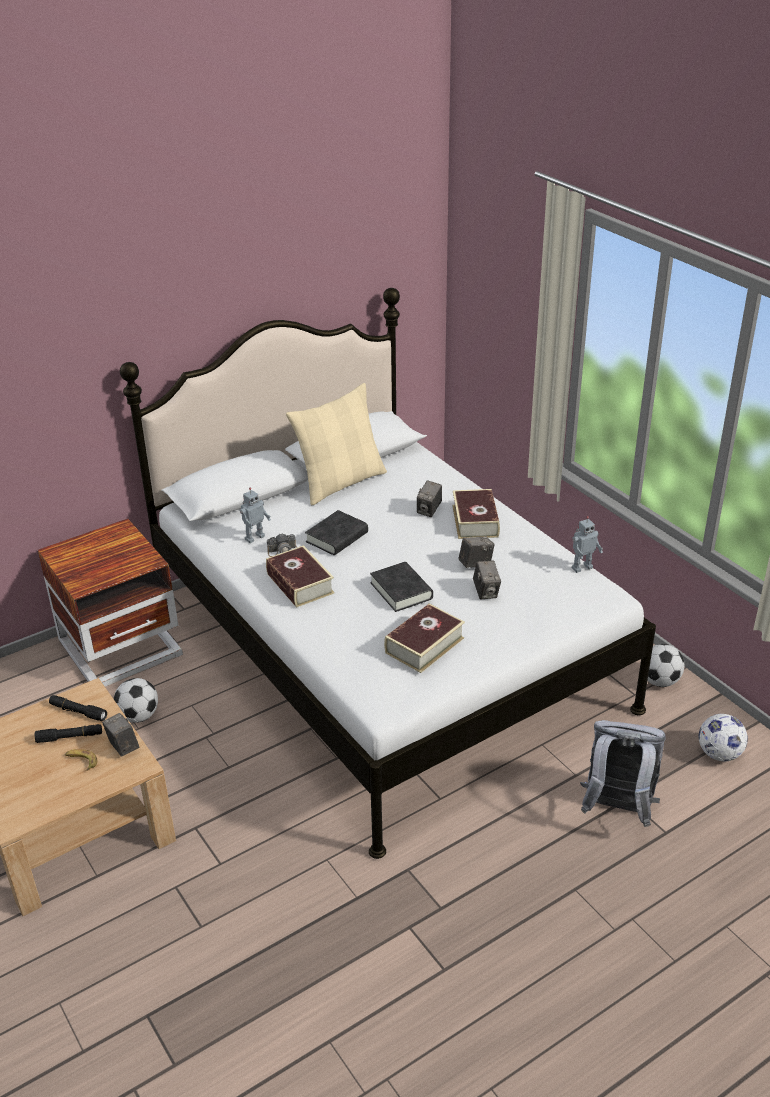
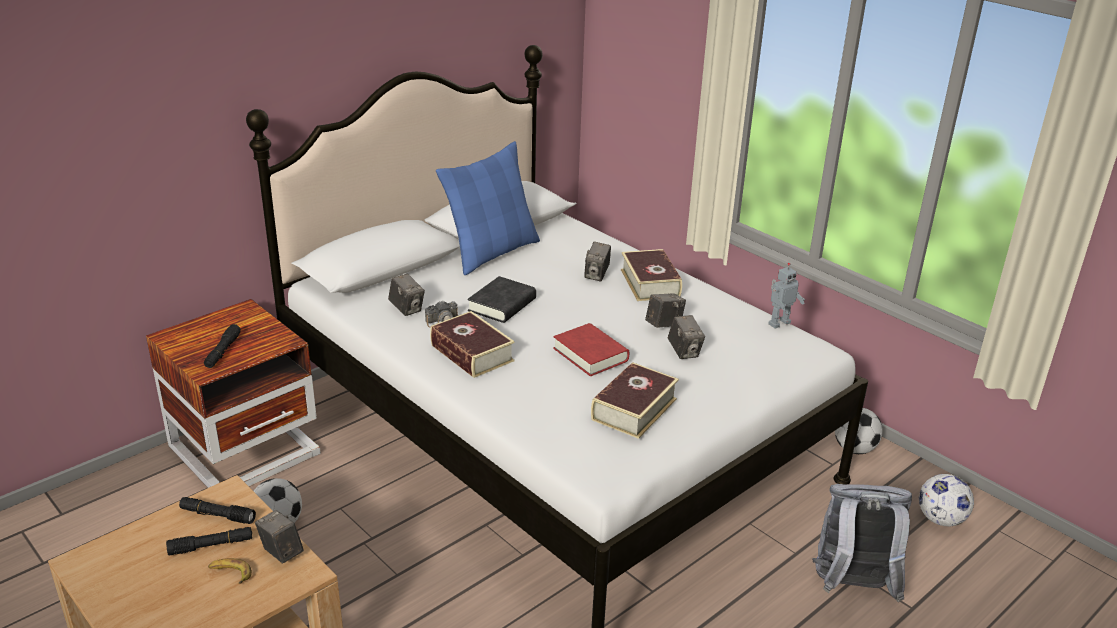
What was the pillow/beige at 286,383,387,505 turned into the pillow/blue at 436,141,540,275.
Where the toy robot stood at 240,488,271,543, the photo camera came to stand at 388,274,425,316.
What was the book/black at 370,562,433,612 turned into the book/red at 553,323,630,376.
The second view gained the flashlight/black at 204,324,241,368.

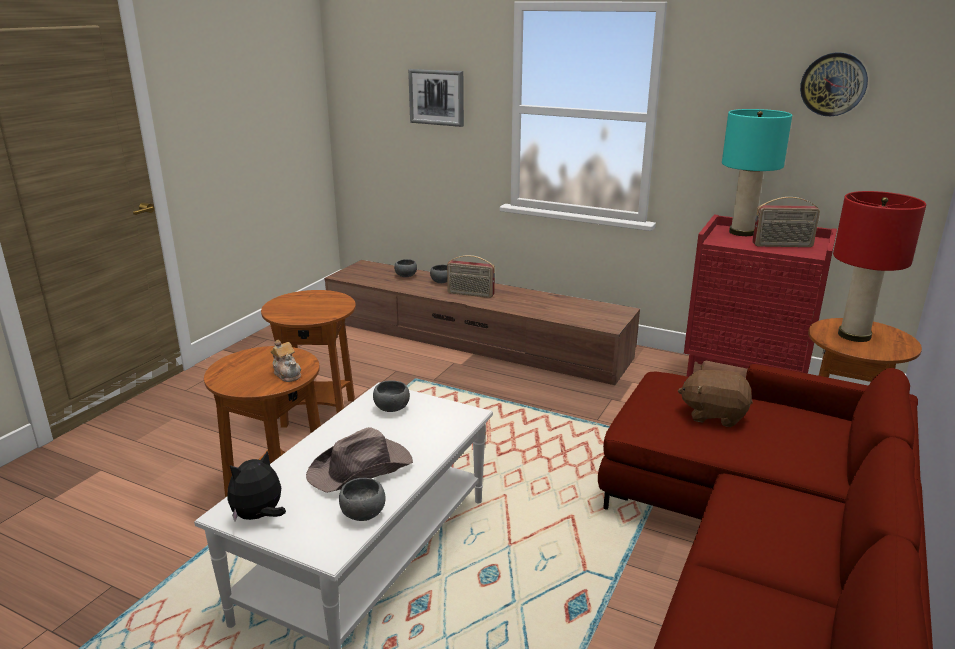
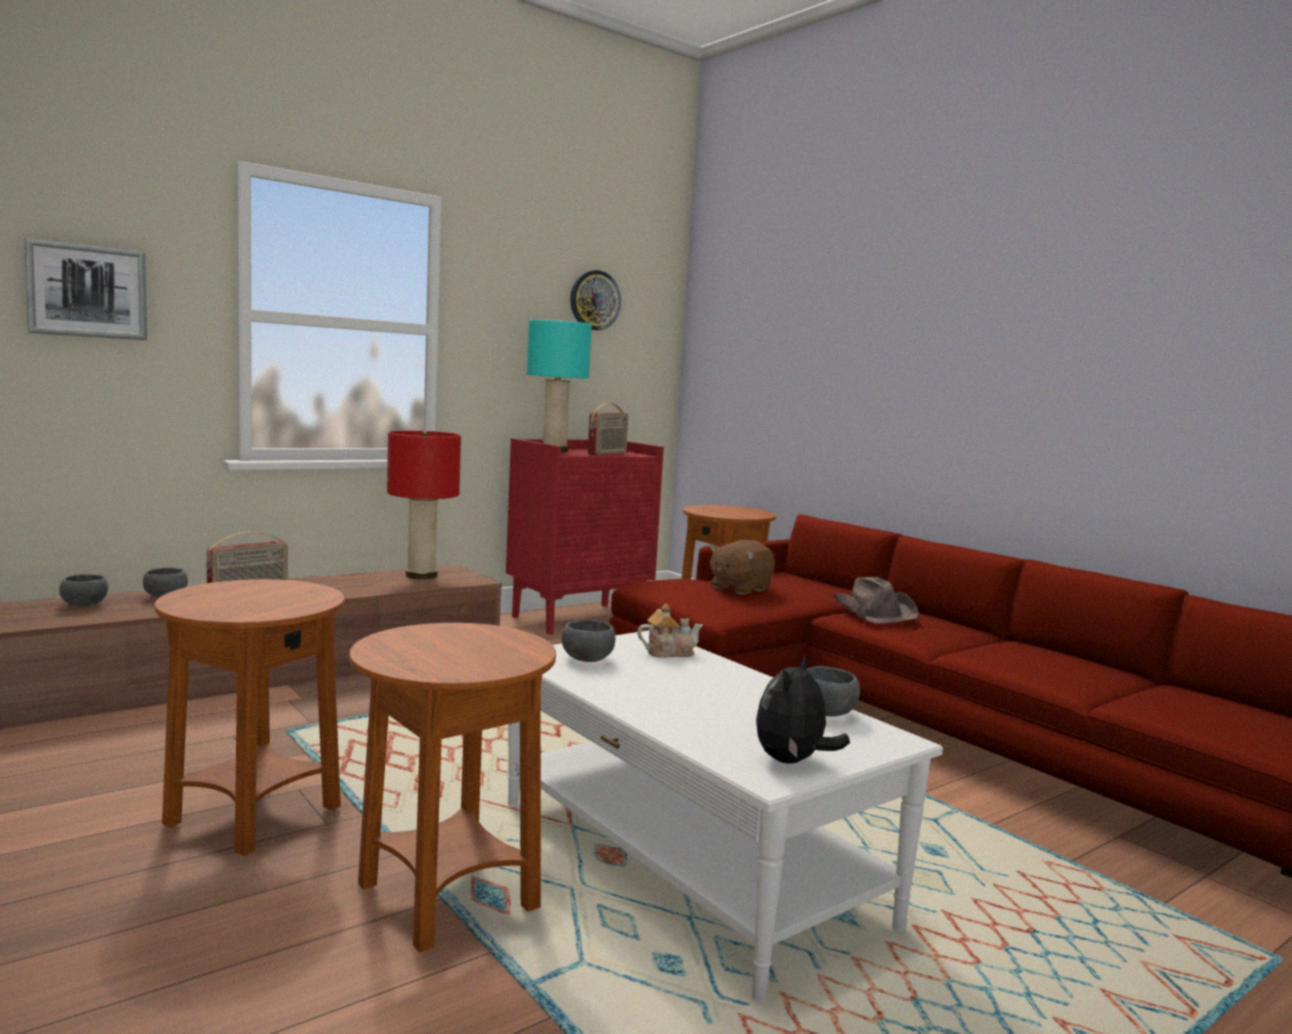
The table lamp/red ended up elsewhere, having gone from 833,191,926,342 to 387,430,461,579.
The teapot ended up elsewhere, having gone from 270,339,301,382 to 637,604,703,658.
The hat/brown ended up elsewhere, having gone from 306,427,413,493 to 834,577,919,623.
The plush toy at 227,450,286,522 ended up facing another way, 45 degrees clockwise from before.

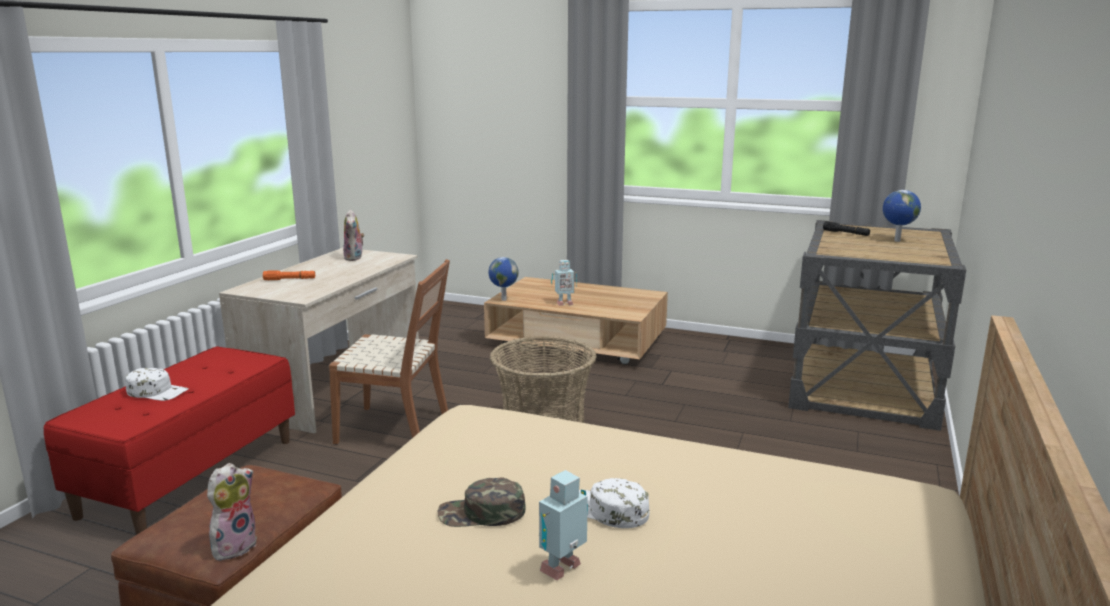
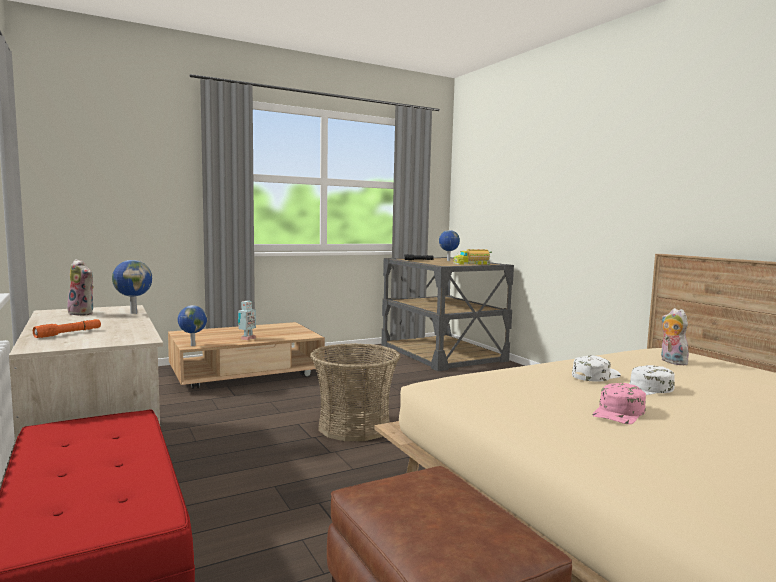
The second view lost the chair at 329,259,450,445.
The cap/white ended up elsewhere, having gone from 125,368,189,401 to 572,355,621,382.
The plush toy ended up elsewhere, having gone from 207,463,257,563 to 661,308,689,366.
The second view lost the toy robot at 539,470,588,580.
What was the cap/green at 438,477,526,527 turned into the cap/pink at 592,383,646,424.
The second view gained the toy truck at 453,249,492,265.
The second view gained the globe at 112,260,152,314.

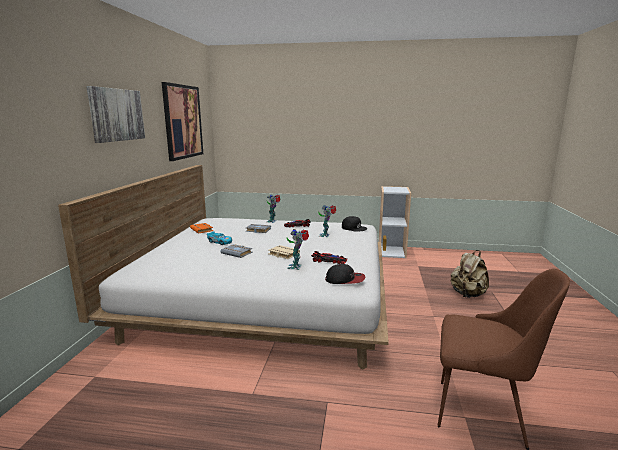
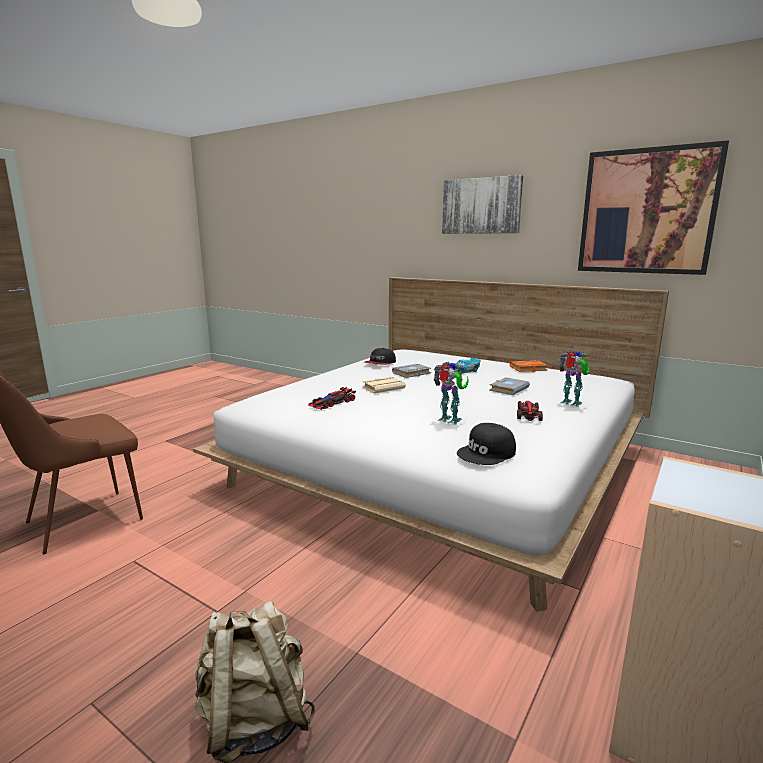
The second view lost the toy robot at 287,229,309,270.
The cap ended up elsewhere, having gone from 325,264,365,284 to 364,348,396,365.

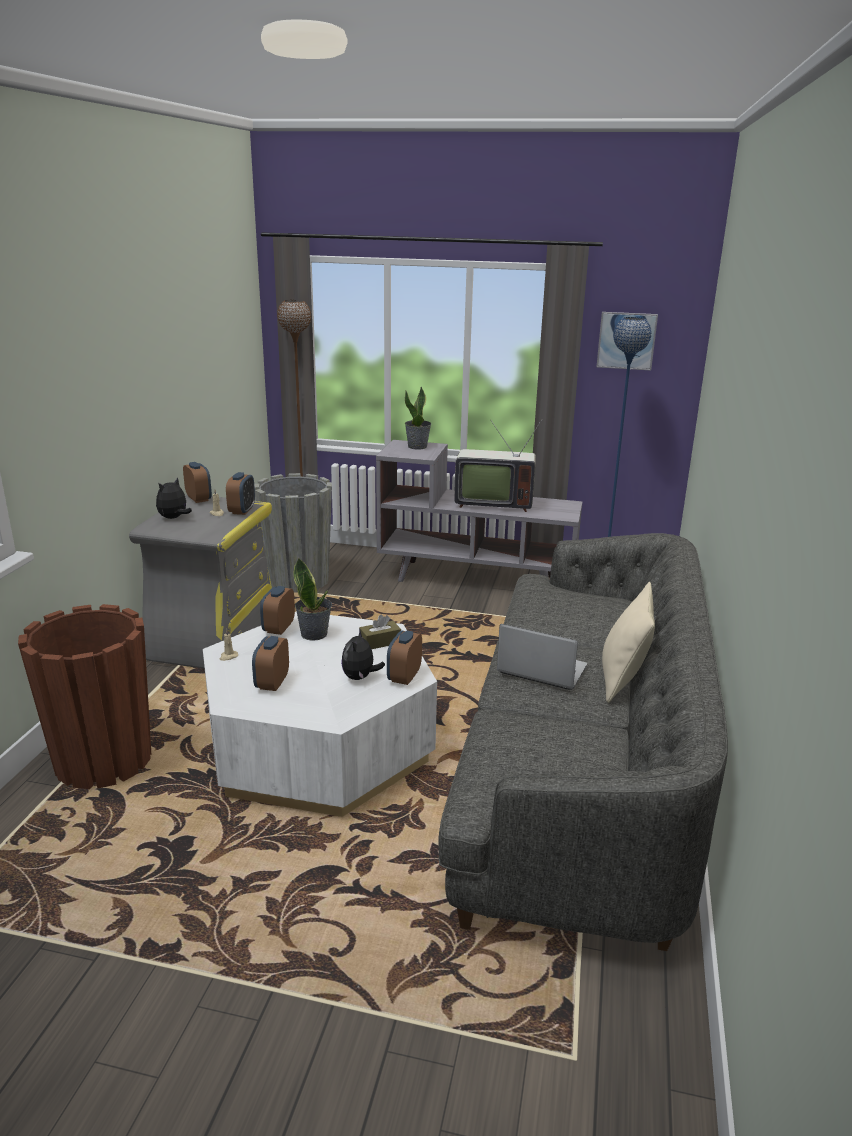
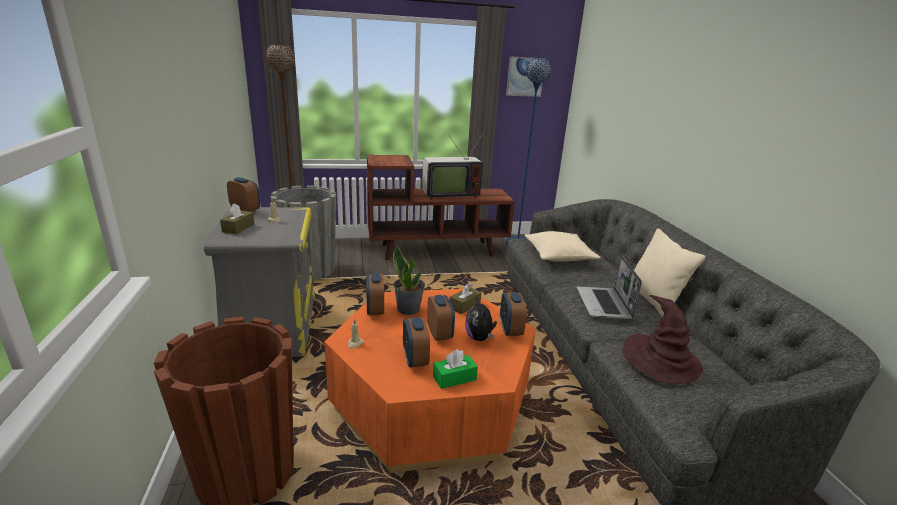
The second view lost the potted plant at 405,386,431,450.
What was the tv stand/grey at 376,440,583,582 turned into the tv stand/brown at 367,155,515,260.
The alarm clock ended up elsewhere, having gone from 226,472,255,515 to 427,295,455,341.
Where the plush toy stood at 156,477,192,519, the tissue box/brown came to stand at 220,203,254,234.
What was the coffee table/white at 203,611,437,817 turned into the coffee table/orange at 324,289,536,473.
The laptop at 497,624,587,690 ended up facing another way, 90 degrees counterclockwise from before.
The second view gained the pillow/beige at 525,231,601,262.
The second view gained the hat/brown at 622,295,703,384.
The second view gained the tissue box/green at 433,349,478,389.

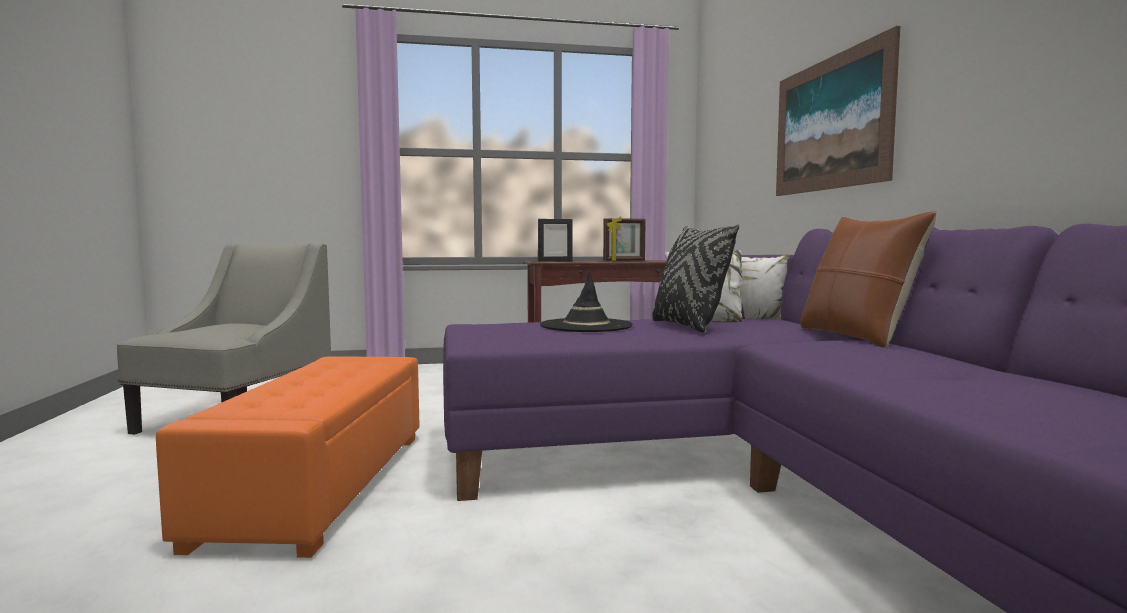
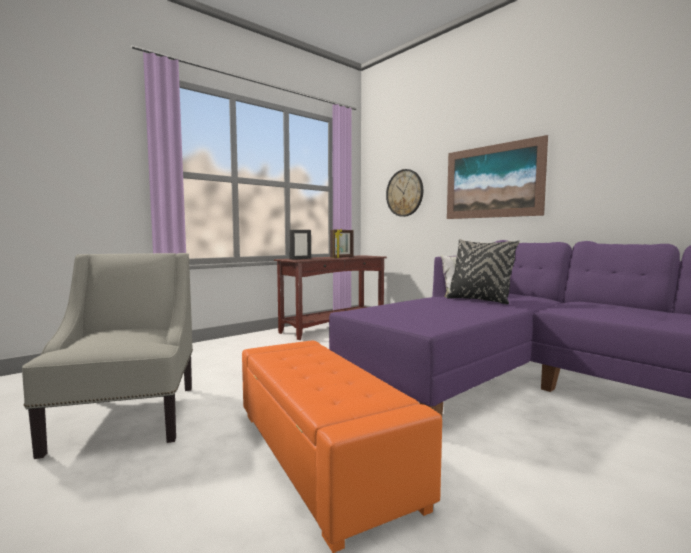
The second view lost the pillow/brown at 800,211,936,348.
The second view lost the hat/black at 540,270,633,332.
The second view gained the wall clock at 386,169,423,217.

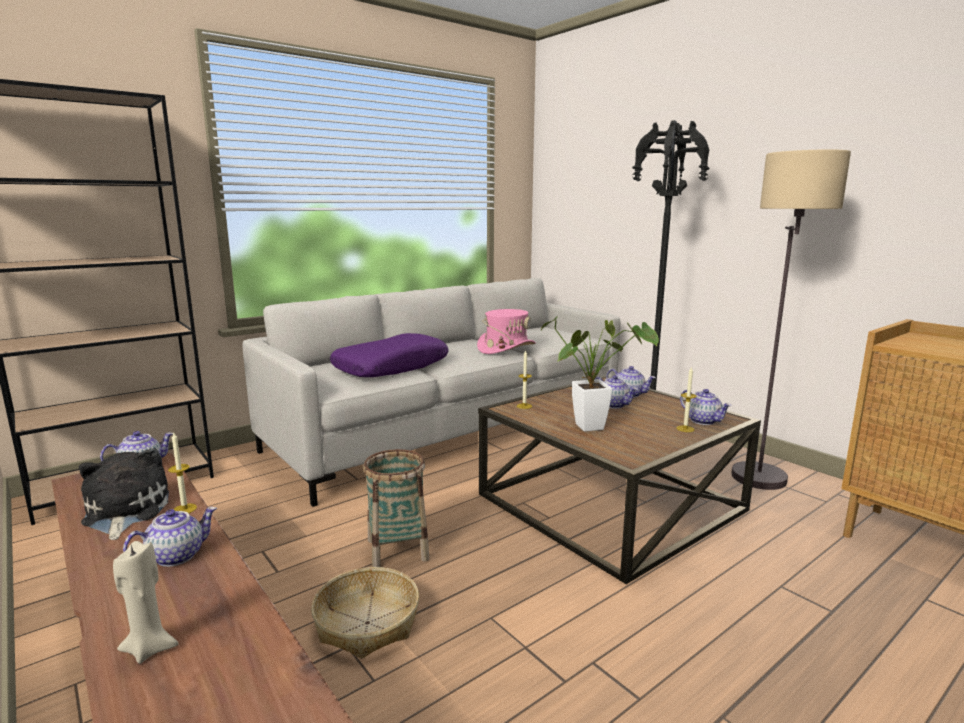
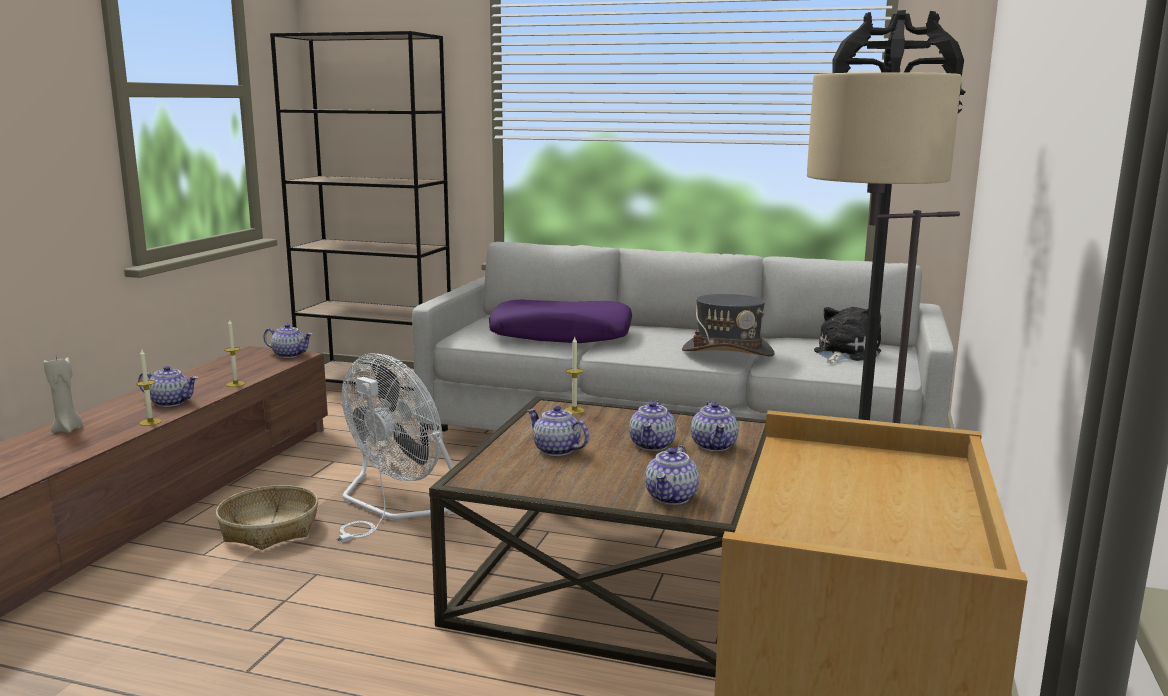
What was the hat/pink at 477,309,536,354 turned into the hat/grey at 682,294,775,357.
Where the potted plant stood at 540,316,659,432, the teapot came to stand at 527,406,589,456.
The candle ended up elsewhere, having gone from 677,366,697,432 to 136,350,162,426.
The plush toy ended up elsewhere, having gone from 78,448,169,540 to 814,307,881,364.
Where the basket stood at 363,449,429,567, the fan/white came to stand at 338,353,459,543.

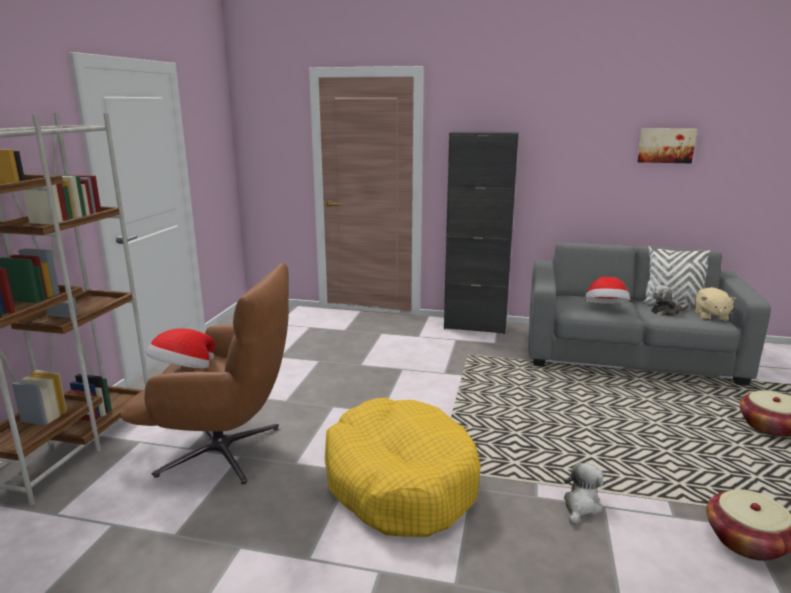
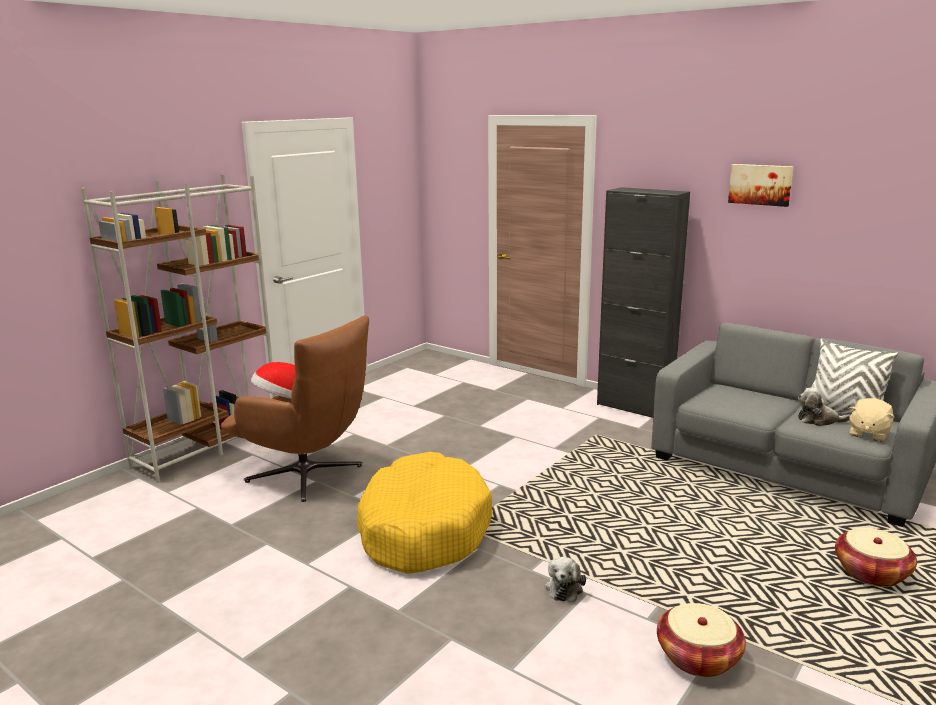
The picture ended up elsewhere, having gone from 637,128,697,163 to 728,164,793,207.
The second view lost the hat at 585,277,630,304.
The plush toy at 564,463,603,525 ended up facing another way, 135 degrees clockwise from before.

